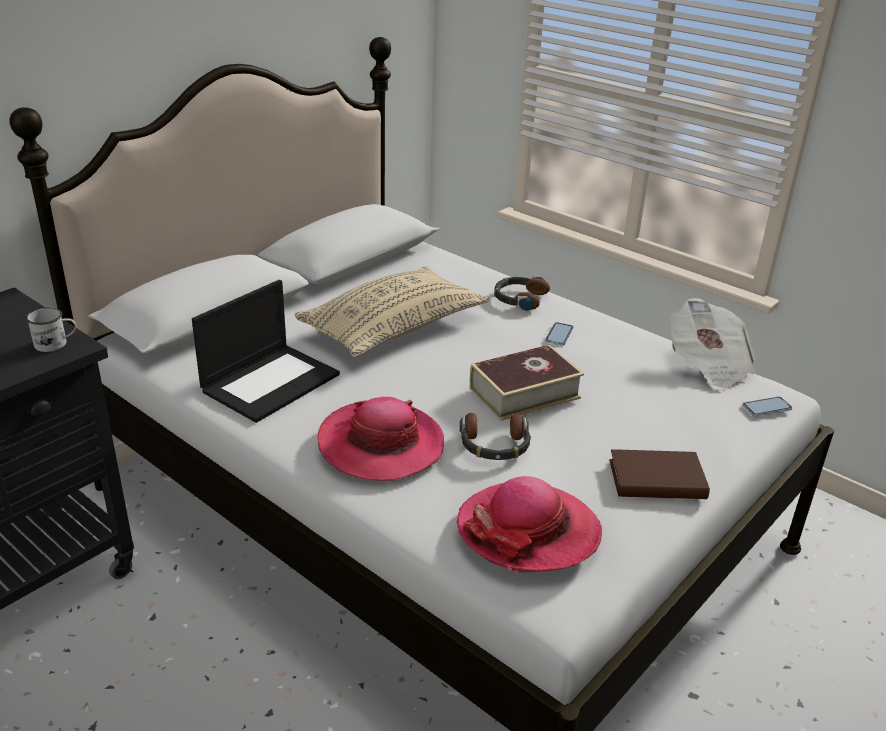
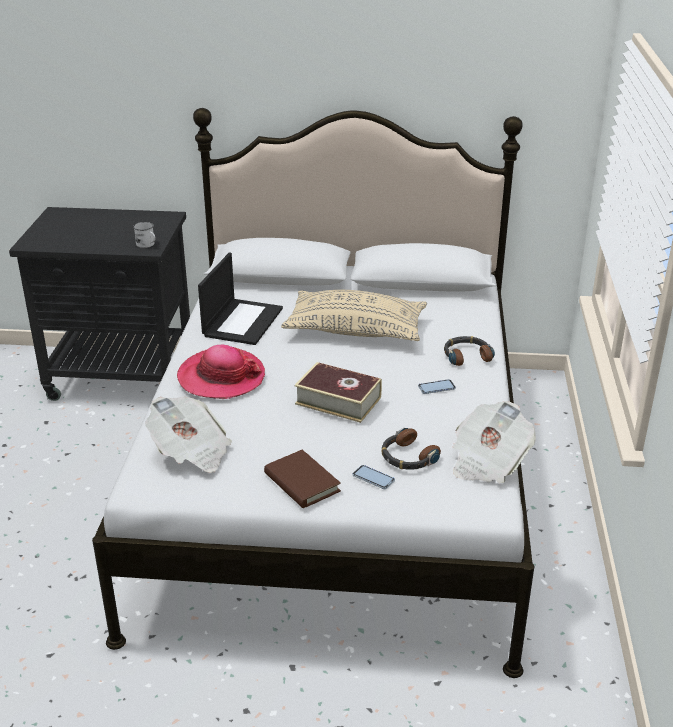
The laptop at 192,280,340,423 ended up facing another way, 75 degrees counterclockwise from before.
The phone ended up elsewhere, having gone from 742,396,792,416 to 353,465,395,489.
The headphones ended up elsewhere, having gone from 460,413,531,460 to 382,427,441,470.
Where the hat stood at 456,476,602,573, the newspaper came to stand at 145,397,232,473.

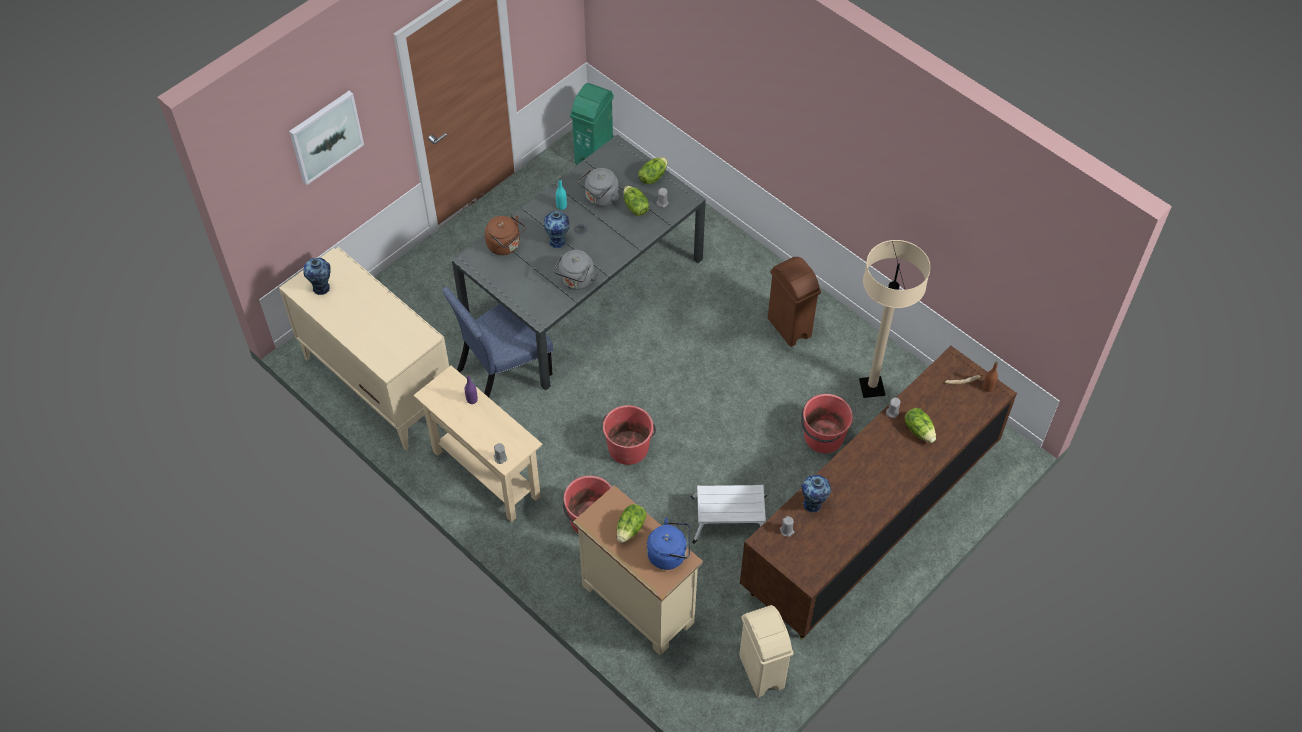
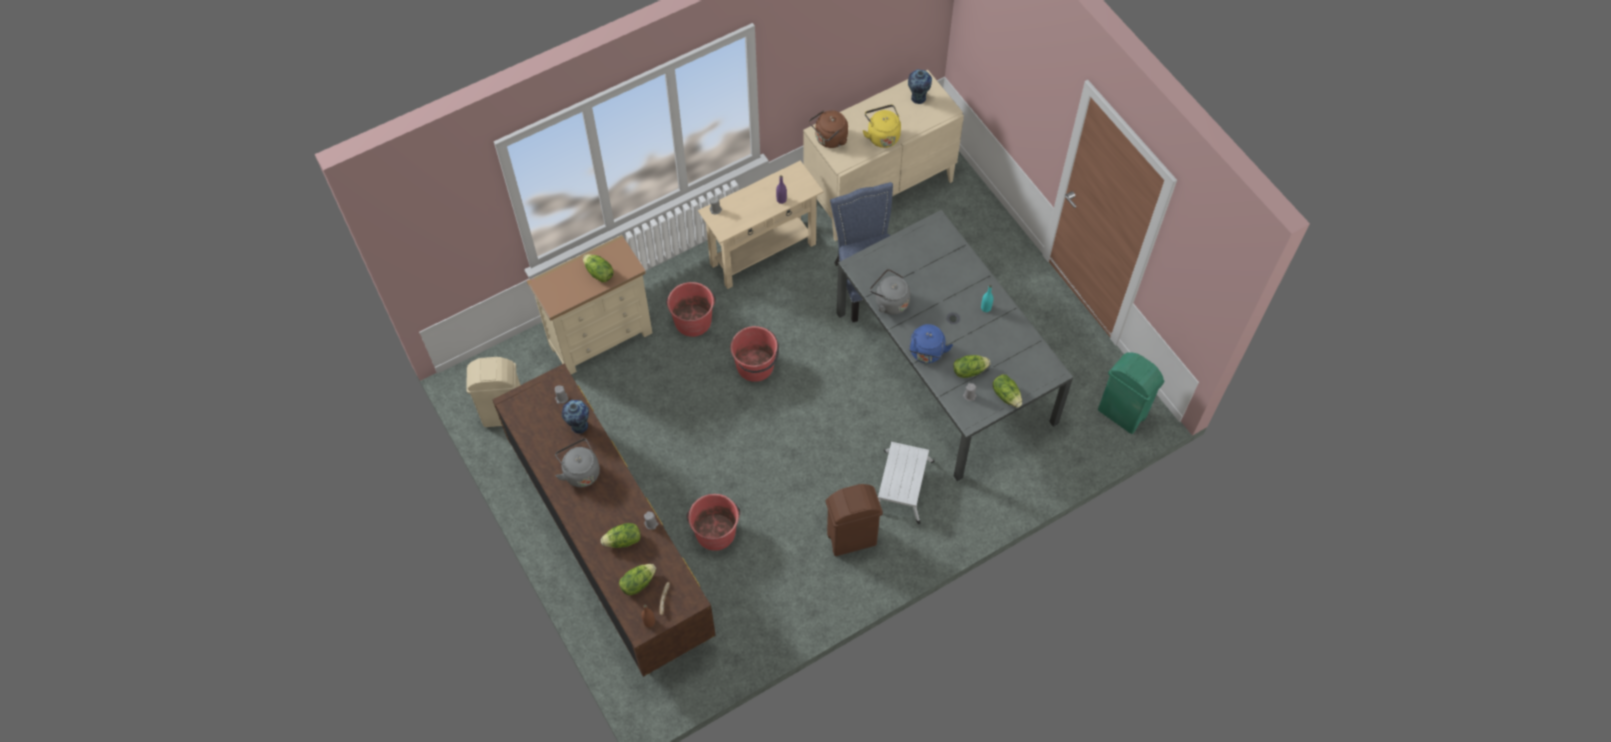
The second view lost the picture at 289,91,364,185.
The kettle/grey ended up elsewhere, having gone from 578,168,619,207 to 555,439,600,487.
The second view lost the vase at 544,211,569,249.
The kettle/brown ended up elsewhere, having gone from 485,216,526,255 to 809,110,848,148.
The second view lost the floor lamp/beige at 859,240,931,398.
The step ladder/white ended up elsewhere, having gone from 690,485,767,544 to 878,442,935,524.
The kettle/blue ended up elsewhere, having gone from 647,518,690,570 to 908,324,953,363.
The second view gained the kettle/yellow at 863,105,901,148.
The second view gained the lettuce at 619,564,656,595.

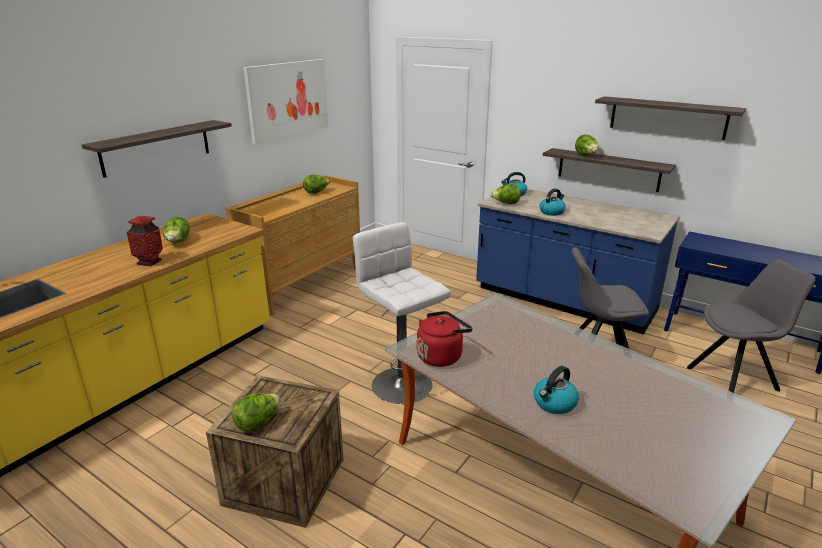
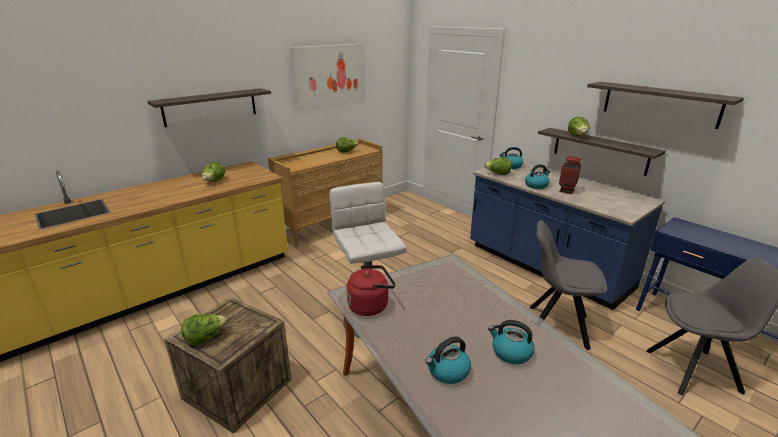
The vase ended up elsewhere, having gone from 127,216,163,266 to 559,156,582,194.
The second view gained the kettle at 488,320,535,364.

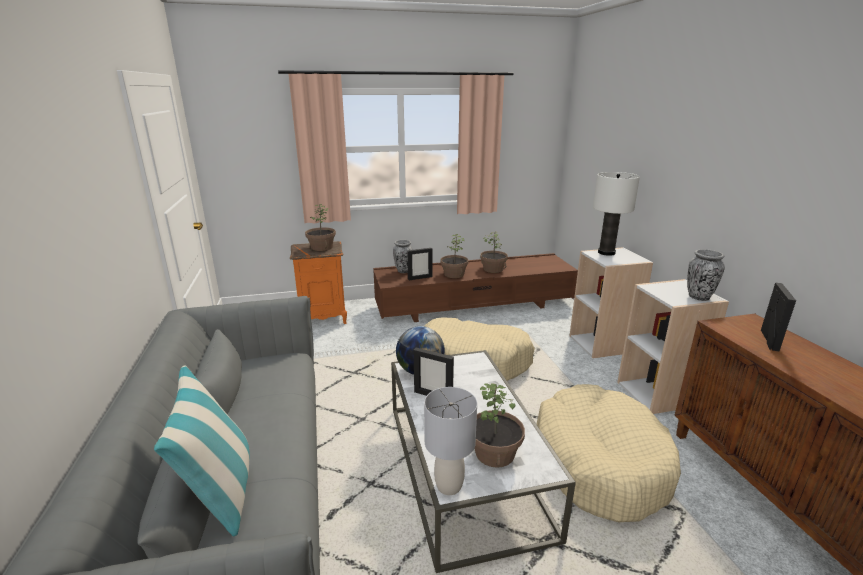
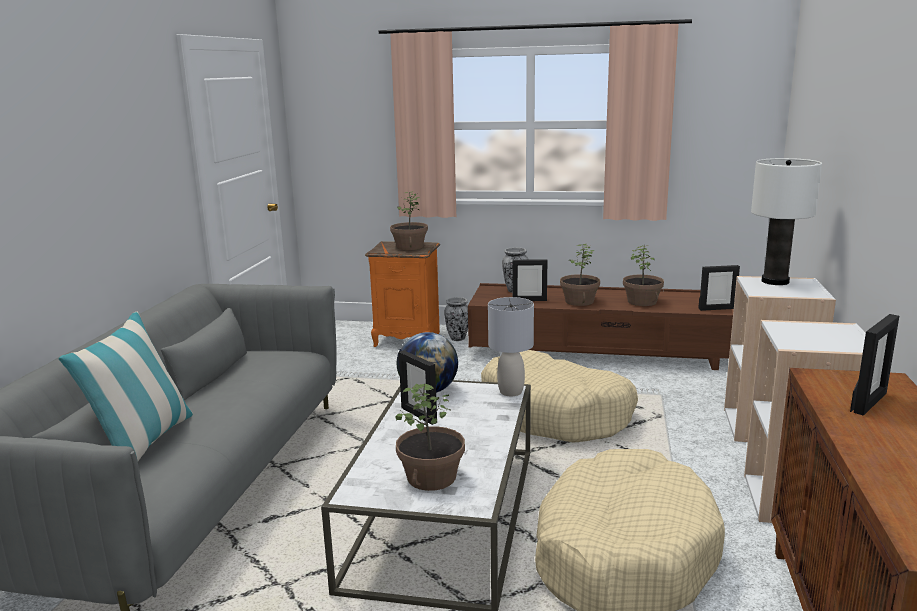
The vase ended up elsewhere, having gone from 687,249,725,301 to 444,297,468,341.
The table lamp/grey ended up elsewhere, having gone from 424,387,477,495 to 488,297,534,396.
The second view gained the picture frame at 698,265,740,311.

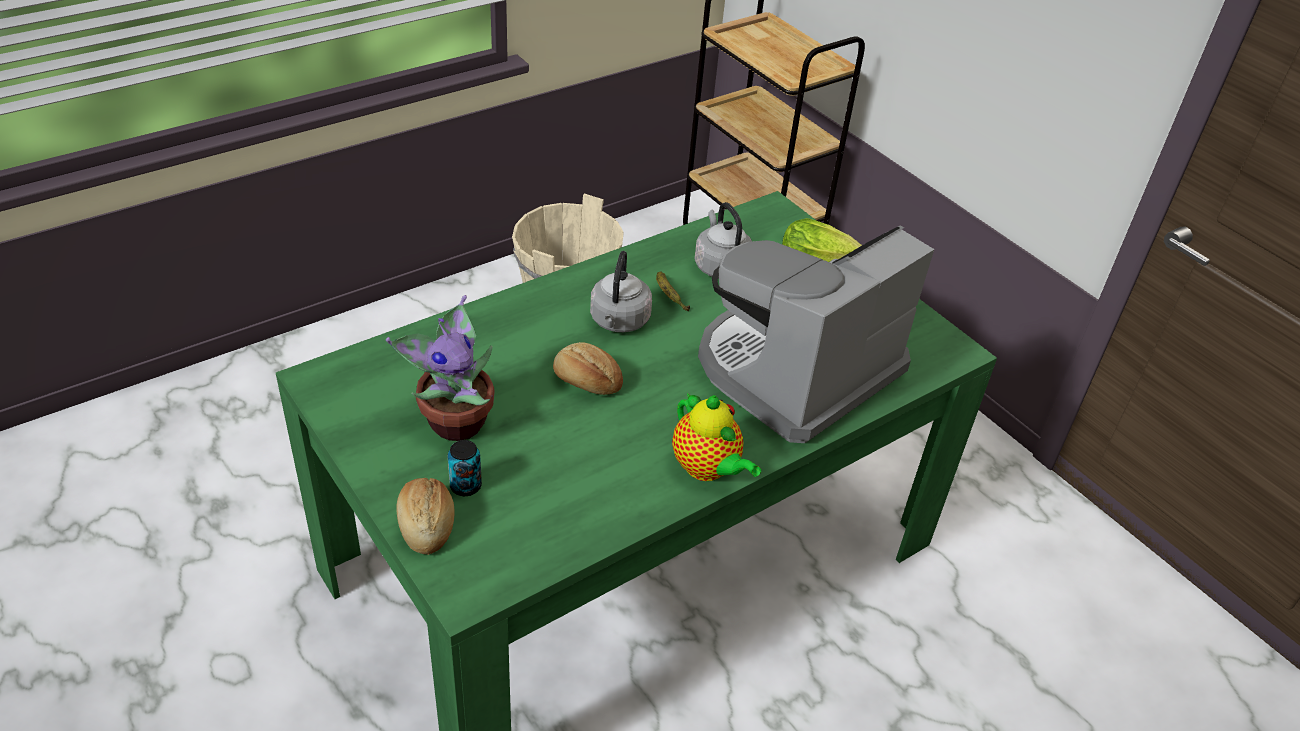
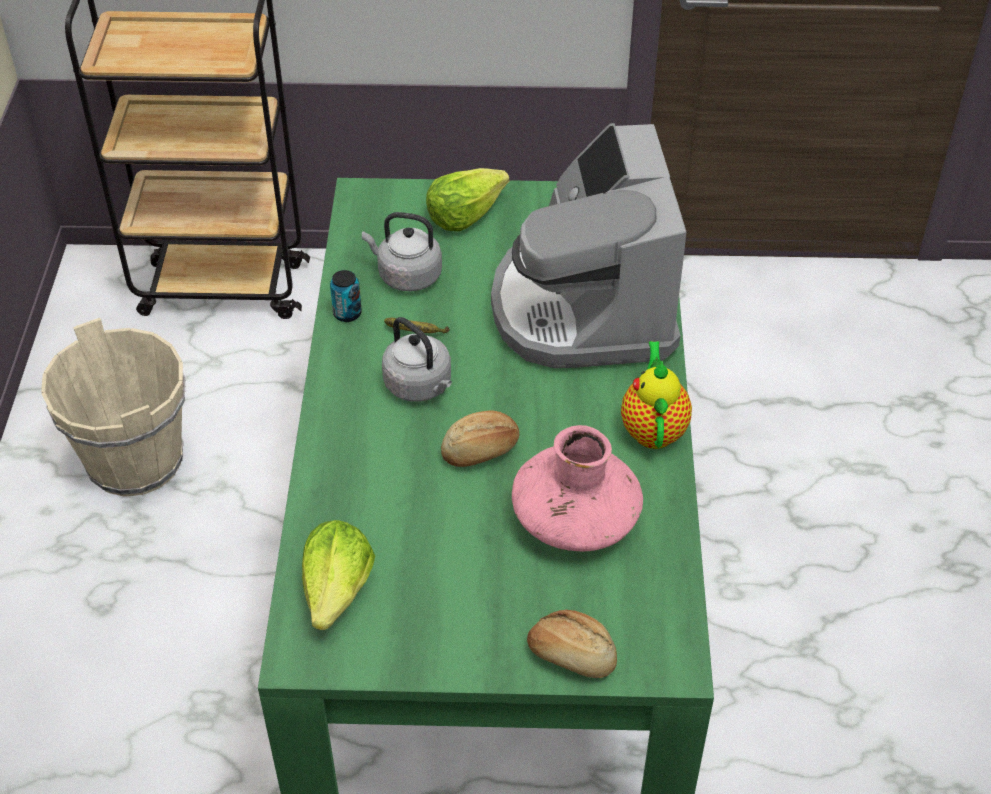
The second view lost the potted plant at 386,295,494,441.
The teapot at 672,393,761,481 ended up facing another way, 90 degrees counterclockwise from before.
The can ended up elsewhere, having gone from 447,440,482,496 to 330,270,362,322.
The second view gained the vase/pink at 512,425,643,551.
The second view gained the lettuce at 302,520,375,630.

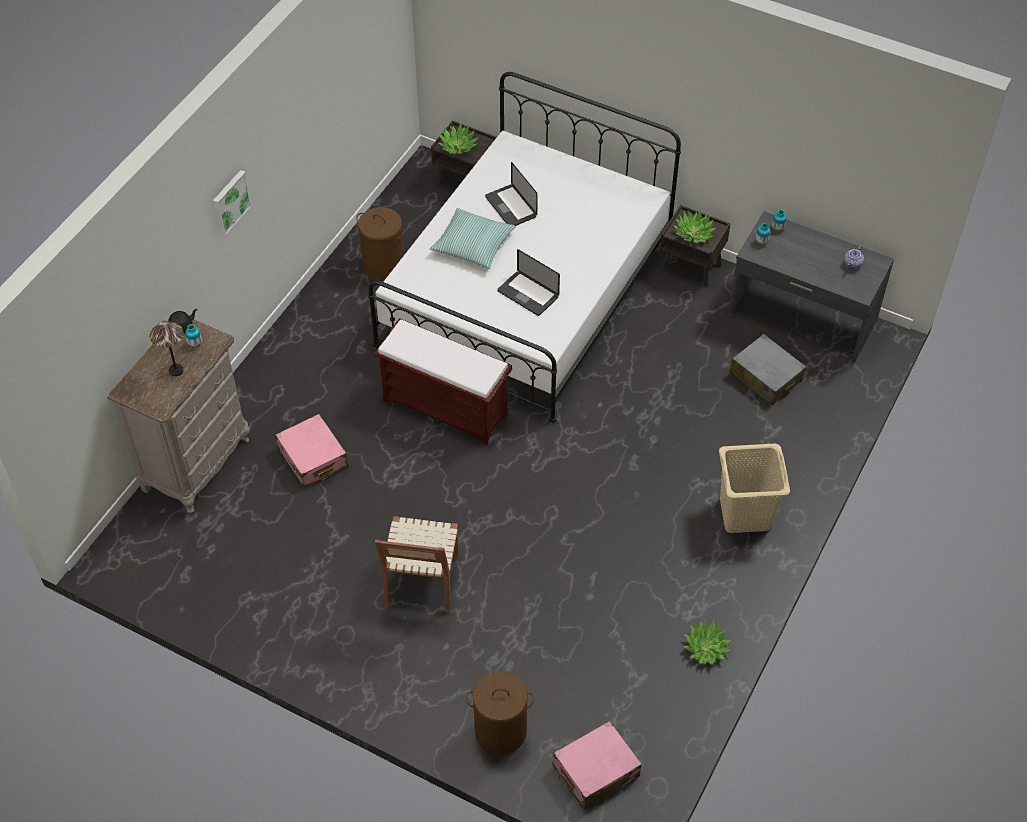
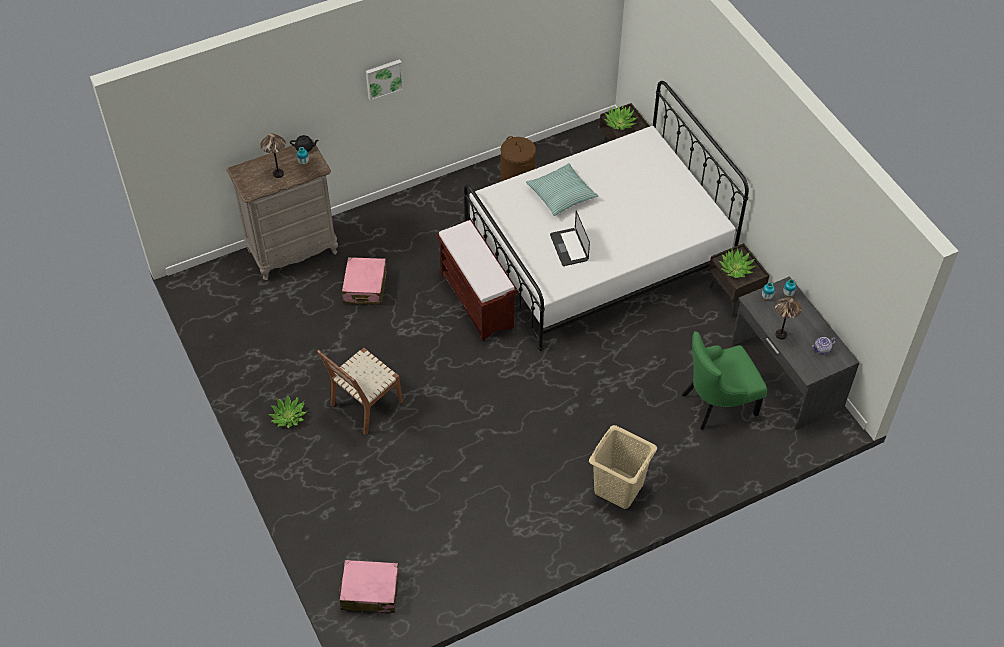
The second view lost the laptop at 485,162,538,226.
Where the suitcase/grey stood at 729,334,806,405, the chair/green came to stand at 682,331,767,430.
The potted plant ended up elsewhere, having gone from 683,619,732,665 to 268,395,307,428.
The second view lost the laundry basket/brown at 466,671,534,755.
The second view gained the table lamp at 775,297,801,339.

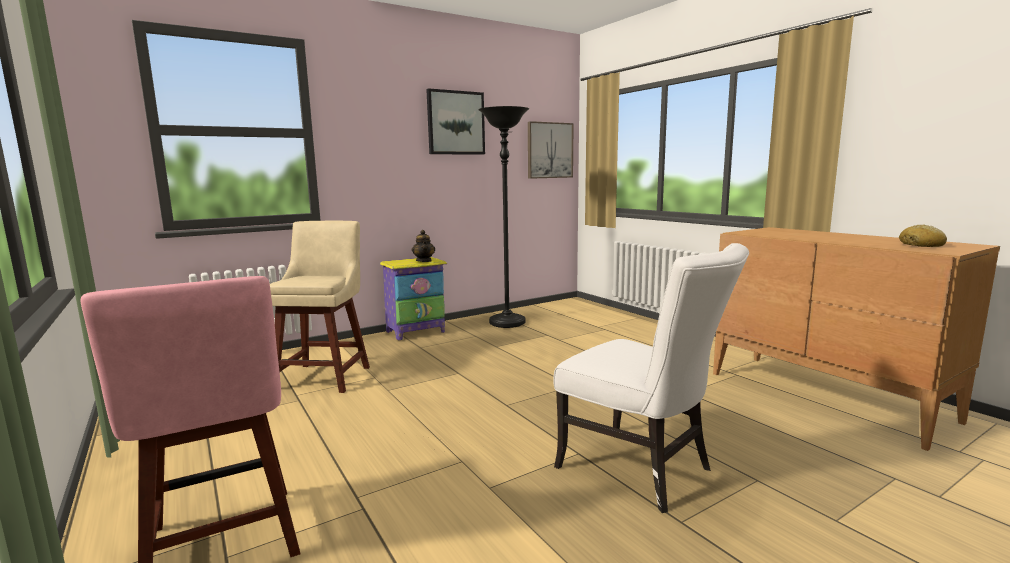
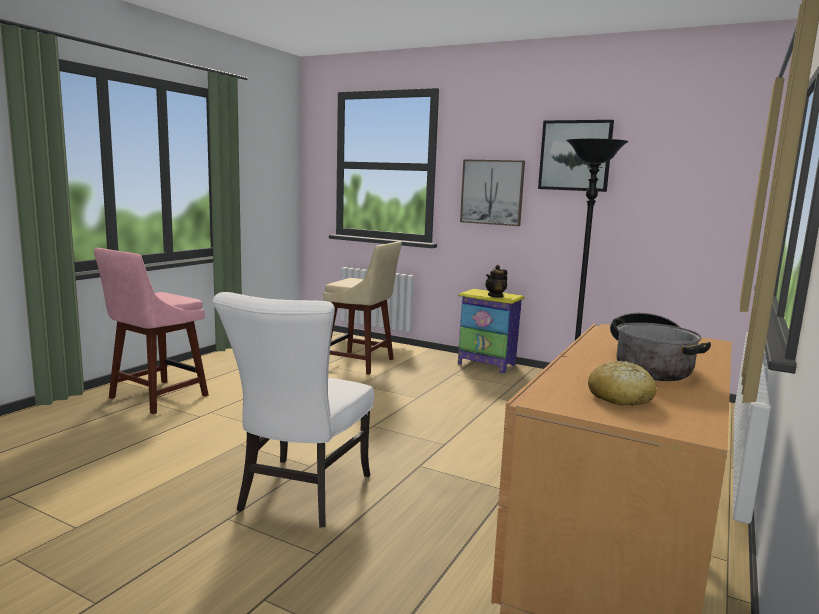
The picture ended up elsewhere, having gone from 528,121,574,179 to 460,159,525,226.
The chair/beige at 270,221,370,393 ended up facing another way, 45 degrees clockwise from before.
The second view gained the cooking pot at 610,313,711,381.

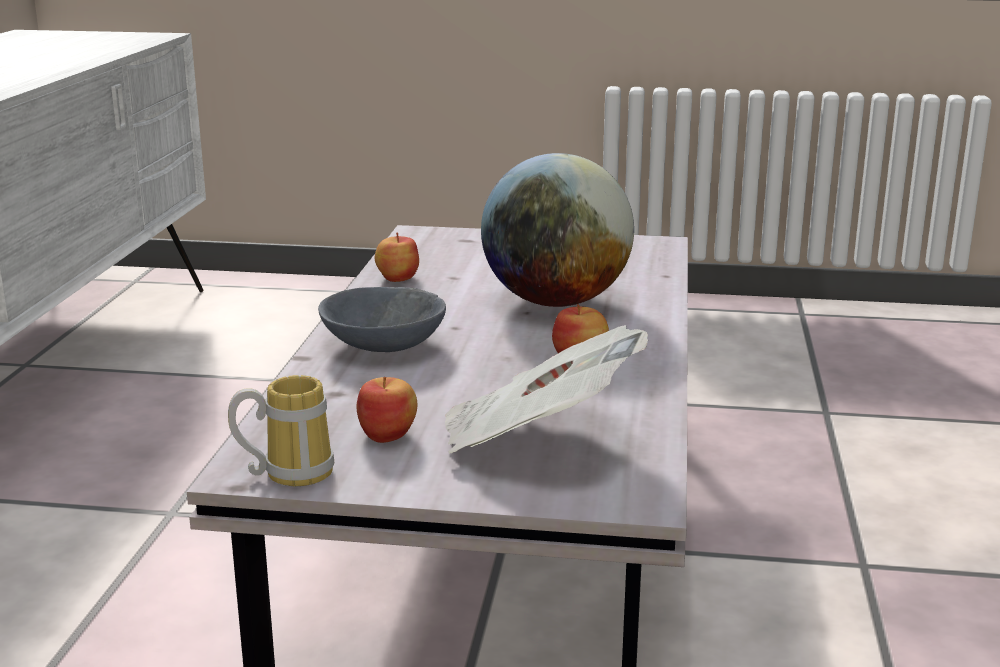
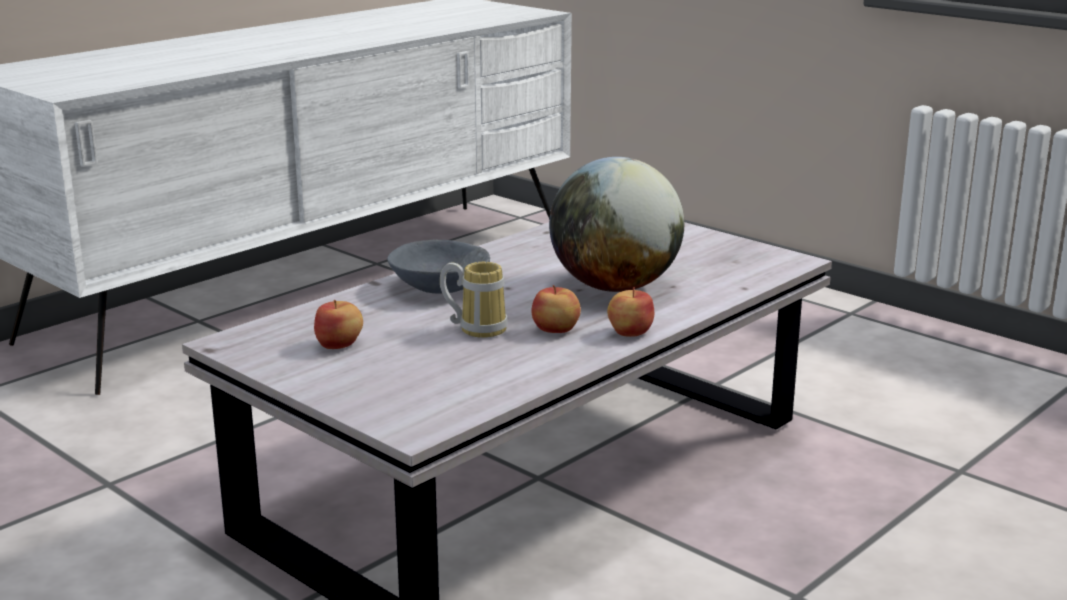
The apple ended up elsewhere, having gone from 375,232,419,282 to 607,287,654,337.
The second view lost the newspaper at 445,325,648,454.
The mug ended up elsewhere, having gone from 228,375,334,486 to 440,262,508,338.

